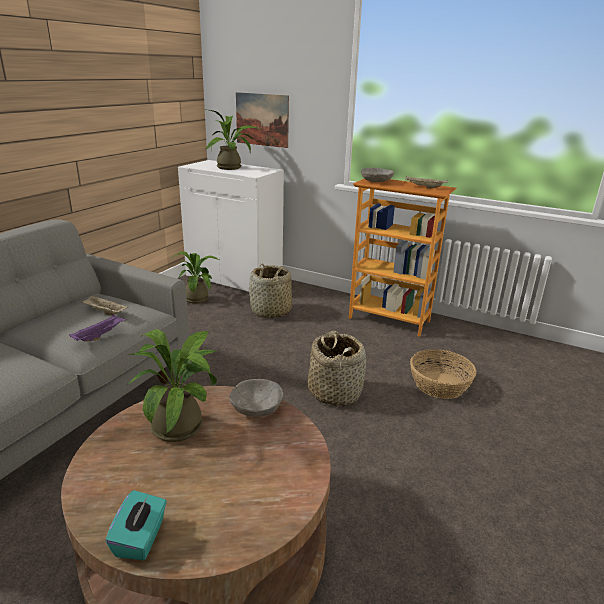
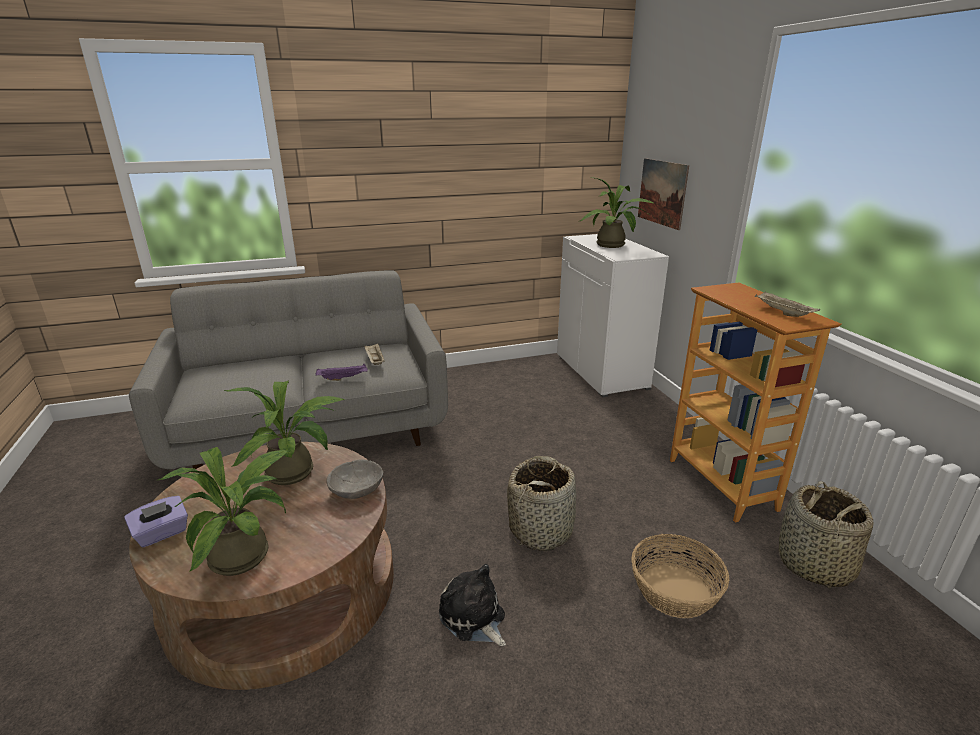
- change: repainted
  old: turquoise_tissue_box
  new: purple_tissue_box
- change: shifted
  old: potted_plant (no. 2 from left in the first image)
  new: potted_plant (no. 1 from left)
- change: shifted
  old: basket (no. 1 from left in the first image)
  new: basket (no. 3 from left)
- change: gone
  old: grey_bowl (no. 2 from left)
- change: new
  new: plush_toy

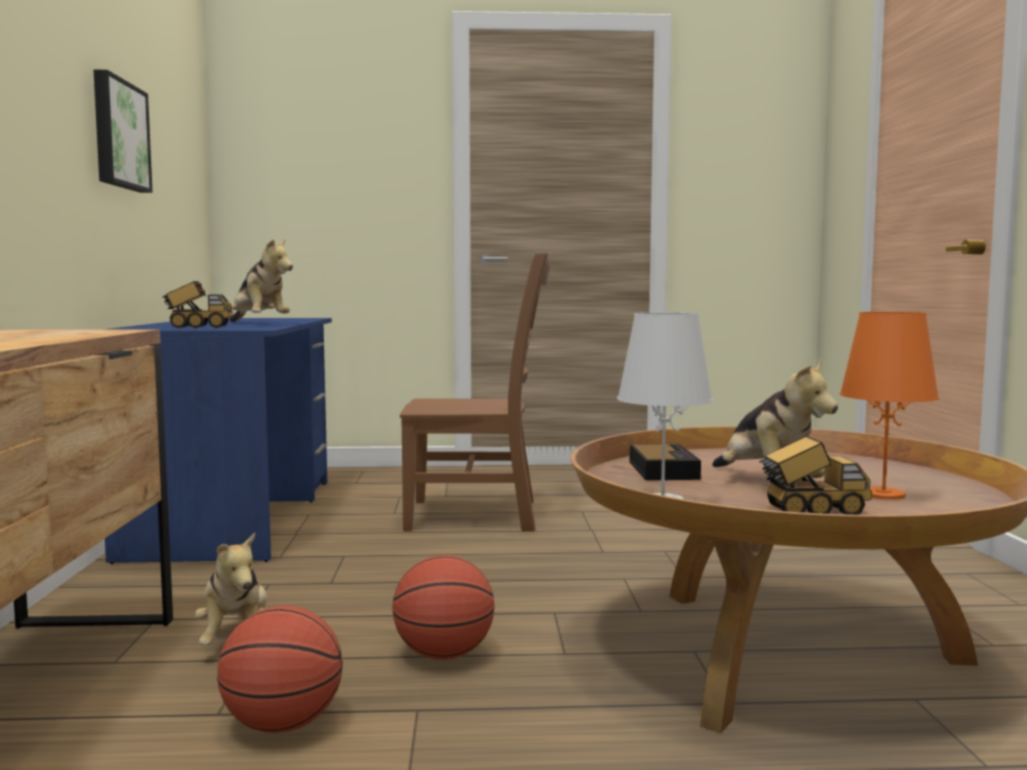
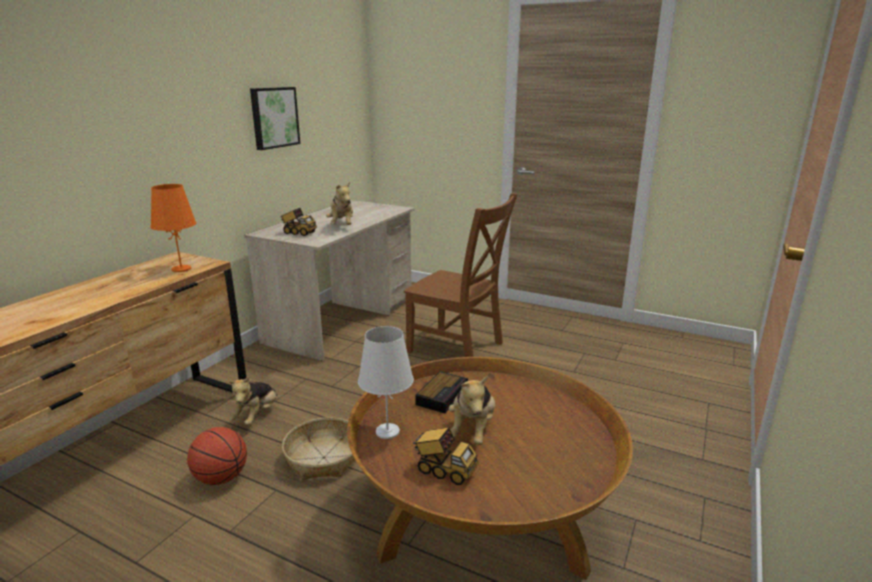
- change: repainted
  old: blue_desk
  new: beige_desk
- change: swapped
  old: basketball (no. 2 from left)
  new: basket
- change: shifted
  old: orange_table_lamp

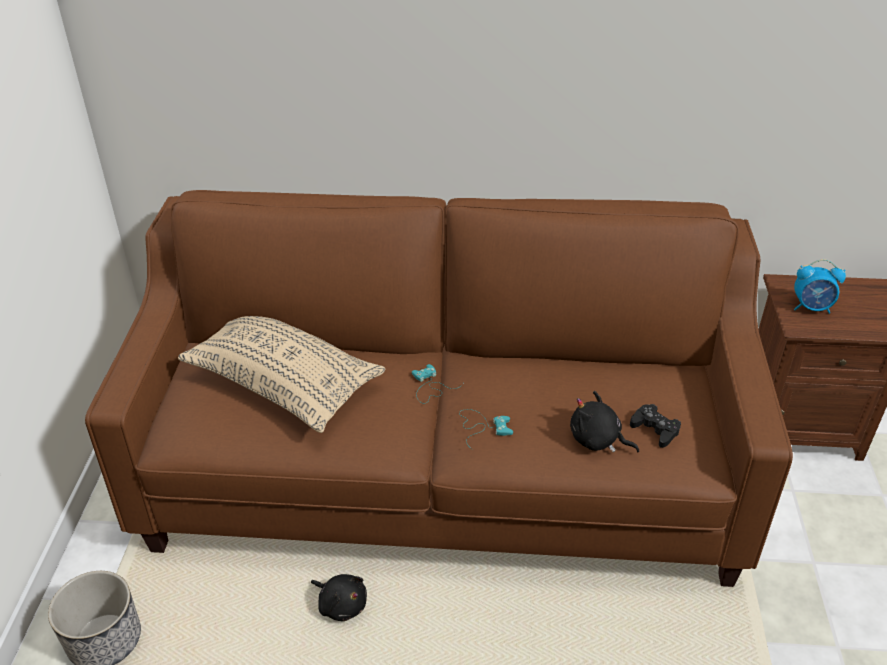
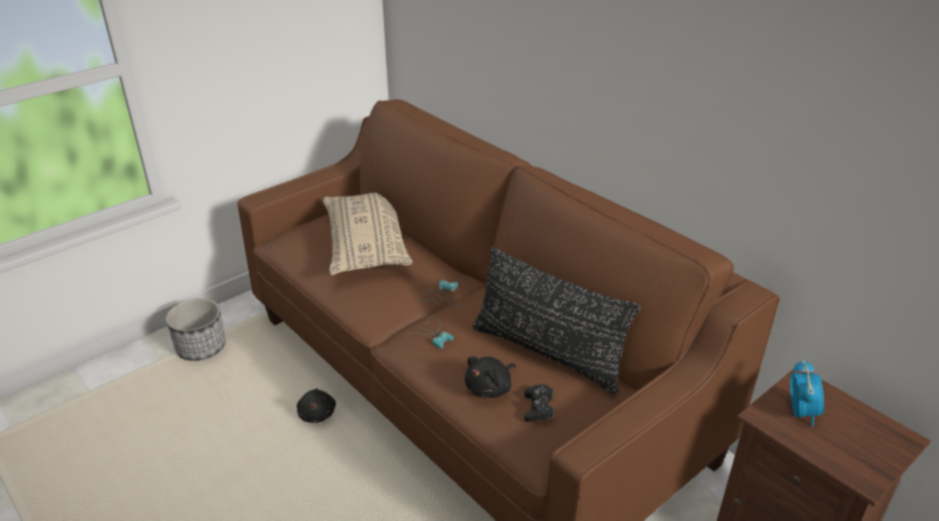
- change: rotated
  old: black_plush_toy (no. 2 from left)
  degrees: -120
- change: rotated
  old: alarm_clock
  degrees: -135
- change: new
  new: black_pillow

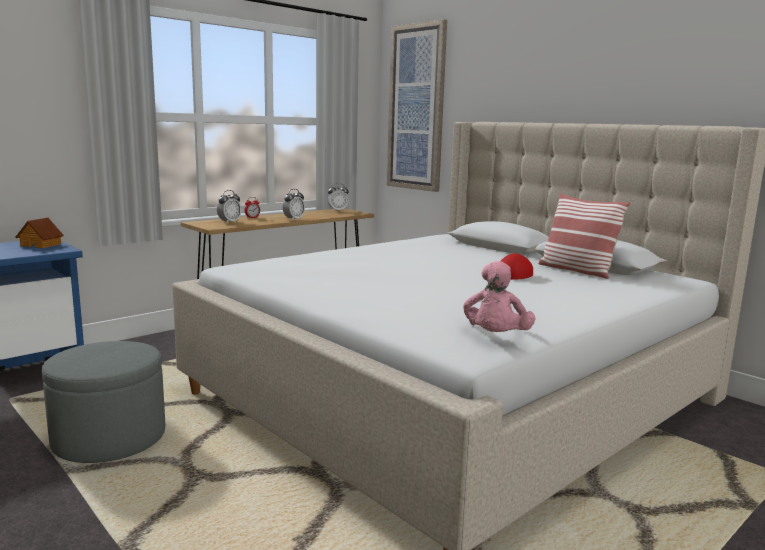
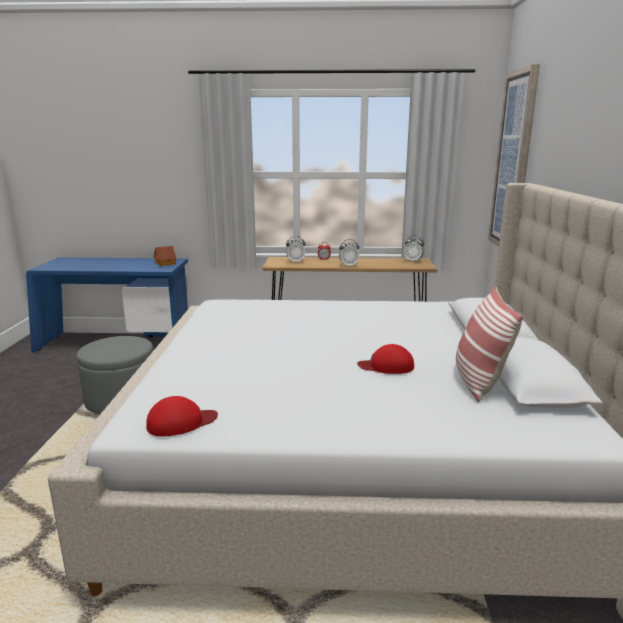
- change: swapped
  old: pink_plush_toy
  new: red_cap (no. 1 from left)

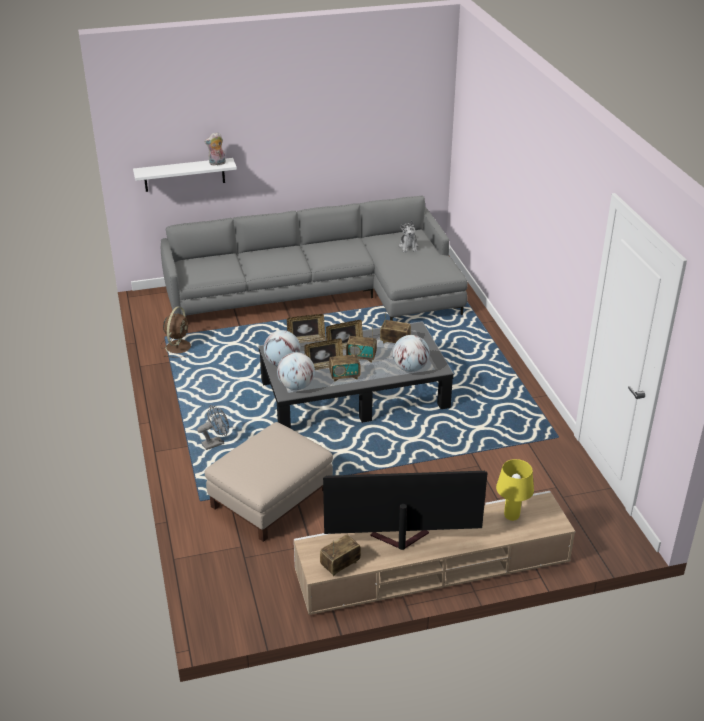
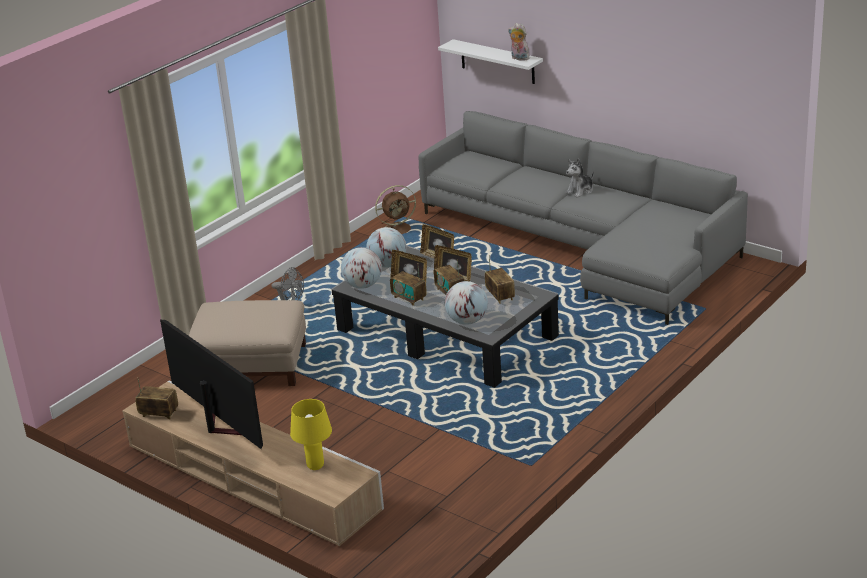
- change: shifted
  old: plush_toy (no. 2 from left)

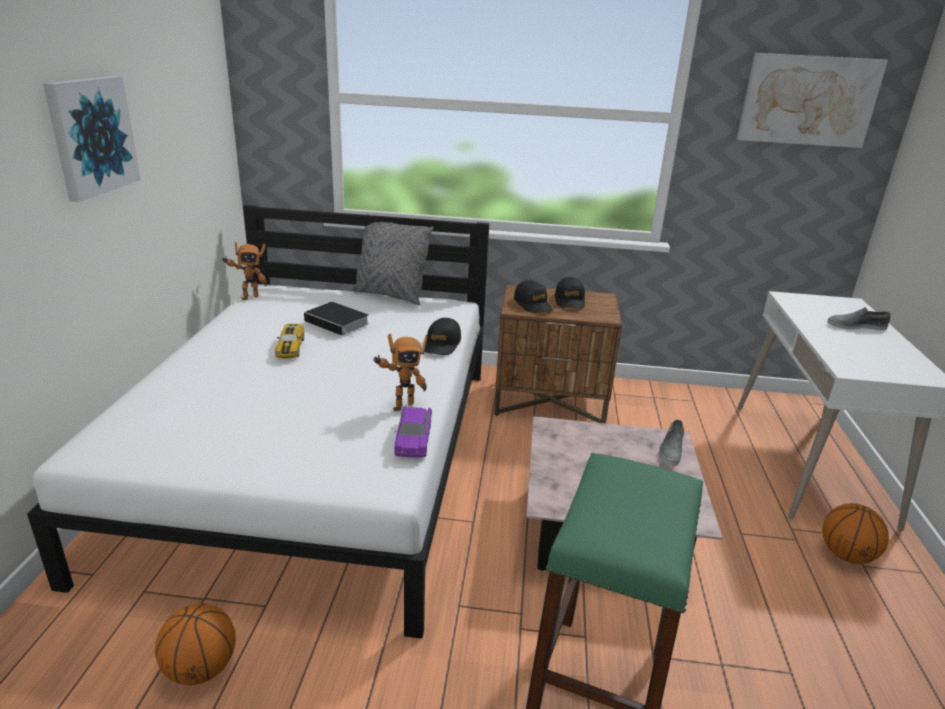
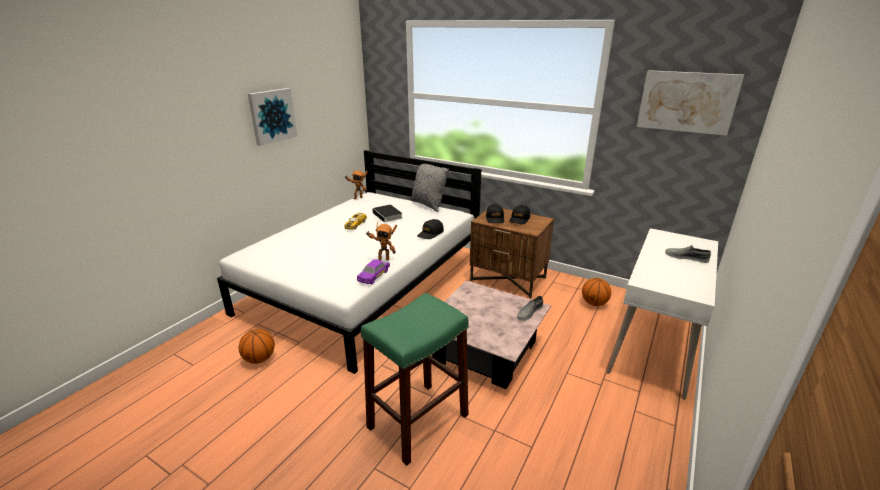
- change: shifted
  old: basketball (no. 2 from left)

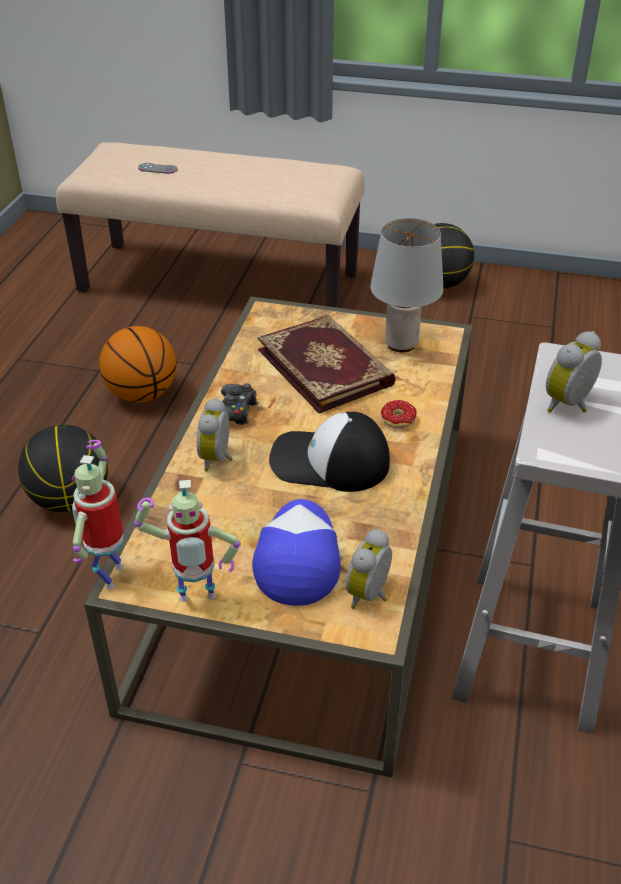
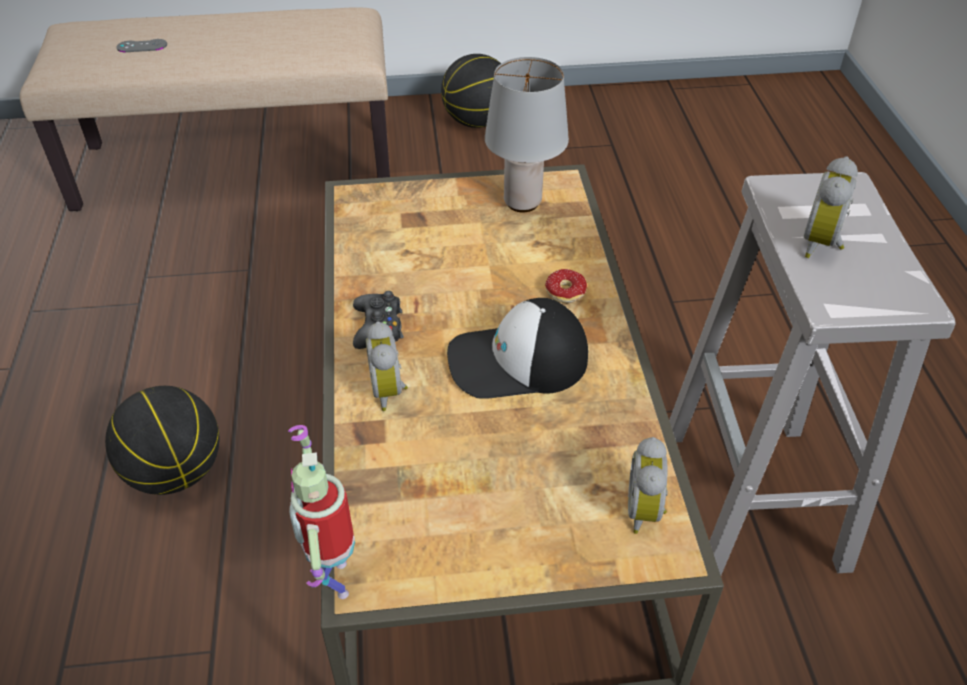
- change: gone
  old: basketball (no. 2 from left)
- change: gone
  old: toy_robot (no. 2 from left)
- change: gone
  old: cap (no. 1 from left)
- change: gone
  old: book

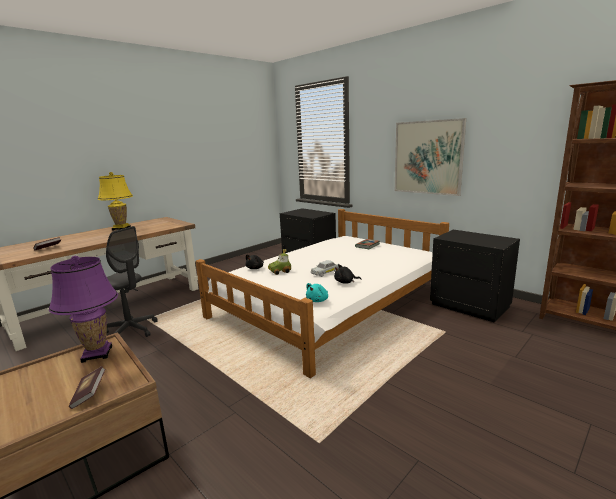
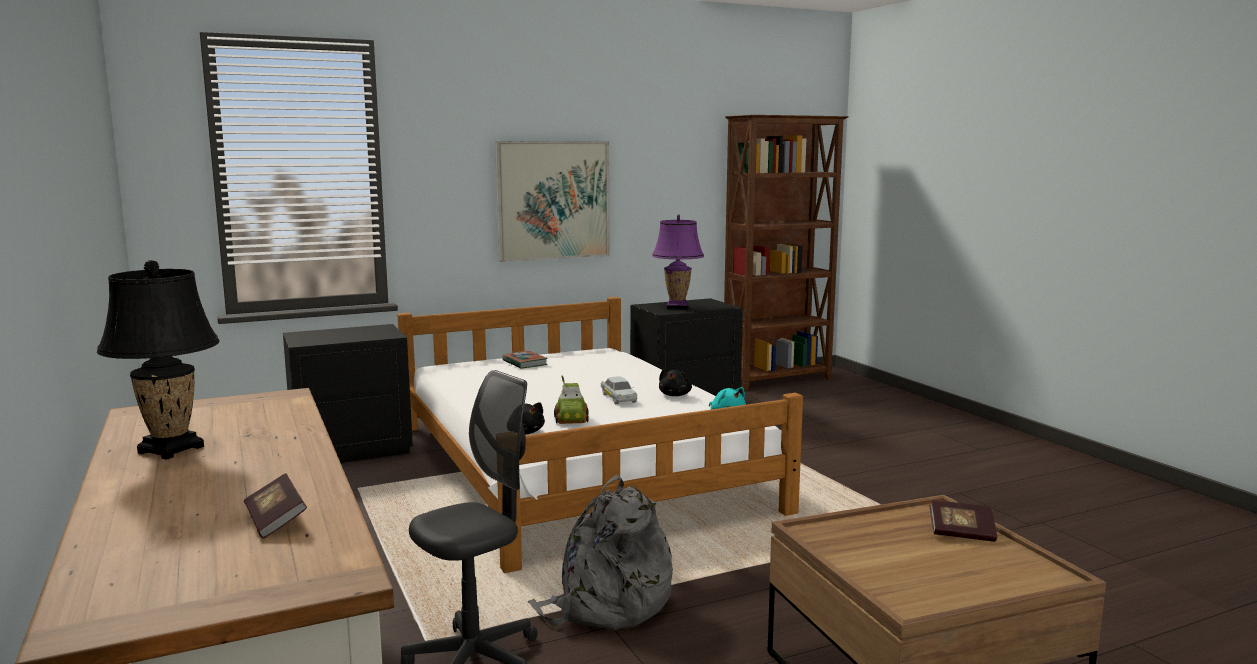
- change: shifted
  old: purple_table_lamp
- change: repainted
  old: yellow_table_lamp
  new: black_table_lamp
- change: new
  new: grey_backpack

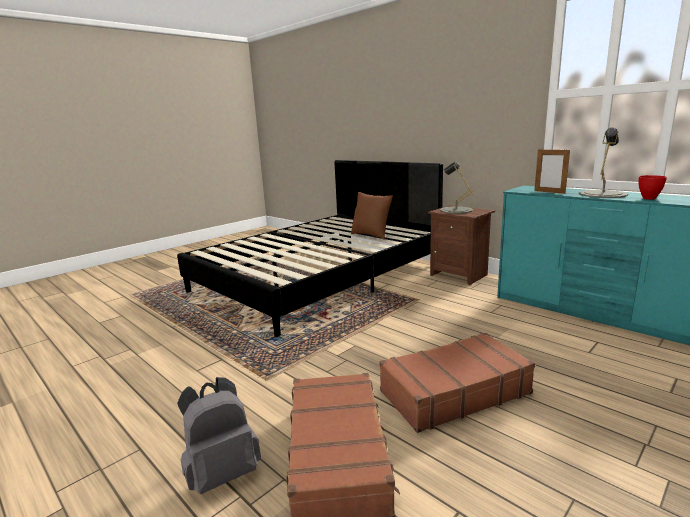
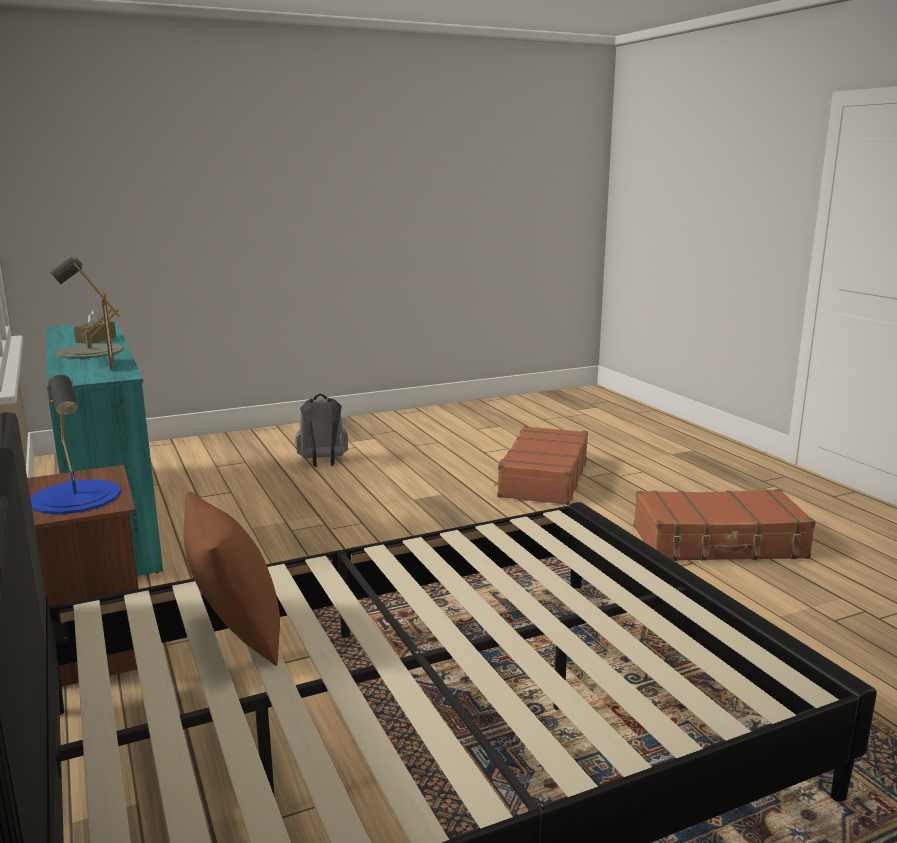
- change: shifted
  old: grey_backpack
- change: shifted
  old: brown_suitcase (no. 2 from left)
- change: repainted
  old: grey_table_lamp (no. 1 from left)
  new: blue_table_lamp
- change: swapped
  old: red_bowl
  new: brown_tissue_box

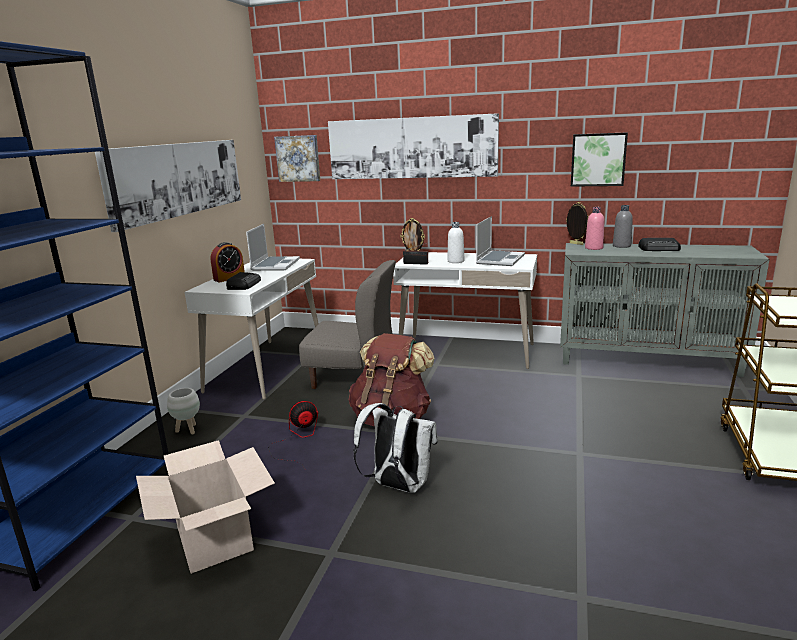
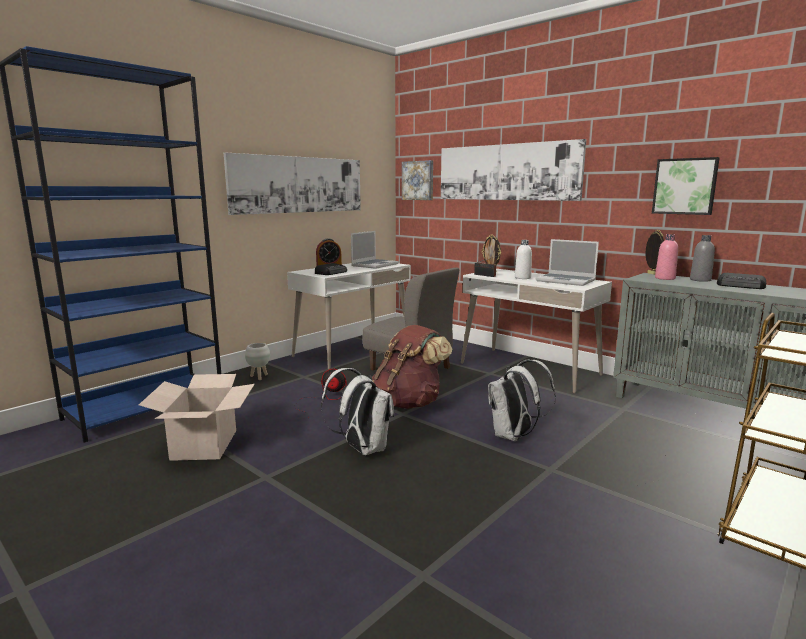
- change: rotated
  old: laptop (no. 2 from left)
  degrees: 75
- change: new
  new: white_backpack (no. 2 from left)

